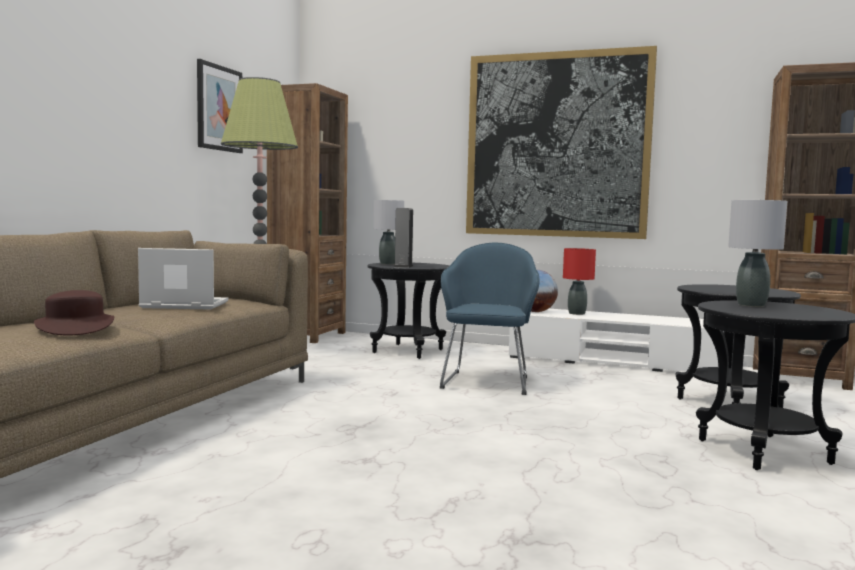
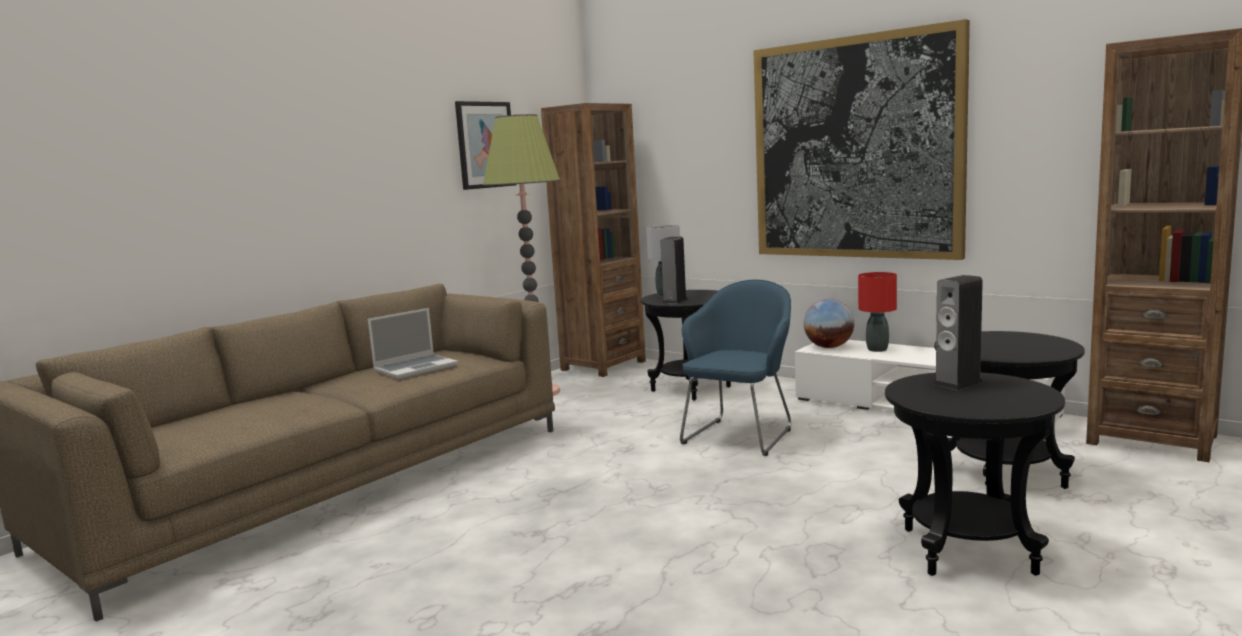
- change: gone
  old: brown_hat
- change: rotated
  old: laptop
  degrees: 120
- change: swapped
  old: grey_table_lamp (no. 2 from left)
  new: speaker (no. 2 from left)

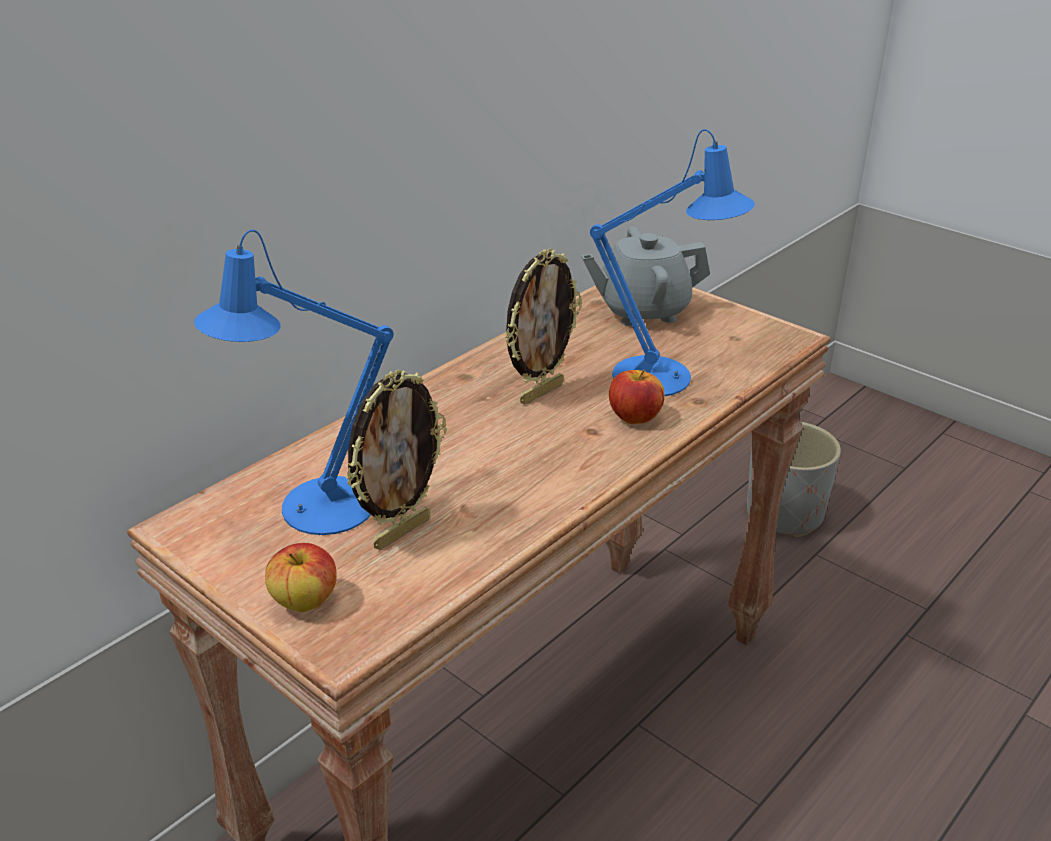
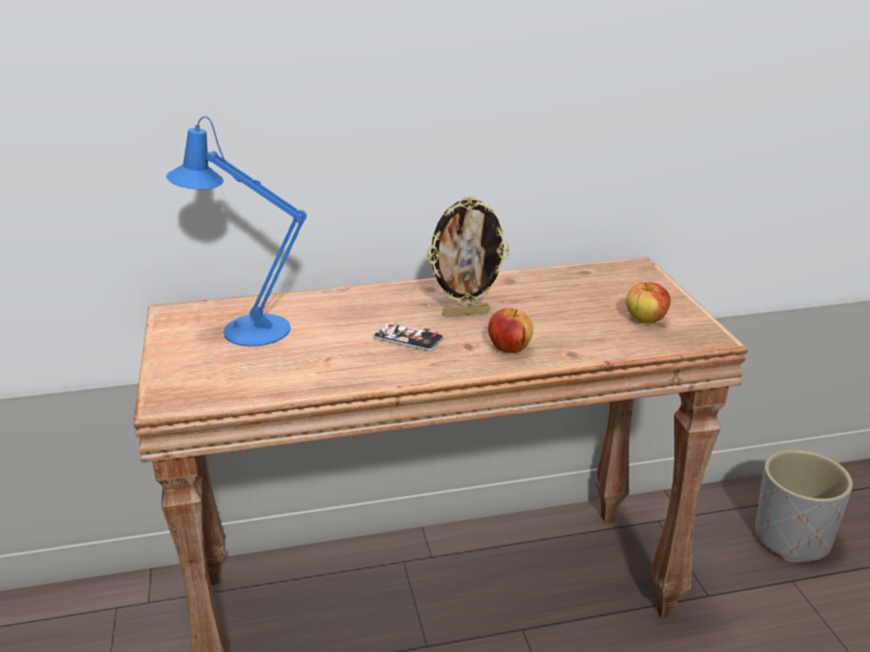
- change: shifted
  old: apple (no. 1 from left in the first image)
  new: apple (no. 2 from left)
- change: gone
  old: picture_frame (no. 1 from left)
- change: gone
  old: grey_teapot
- change: gone
  old: blue_table_lamp (no. 2 from left)
- change: new
  new: phone

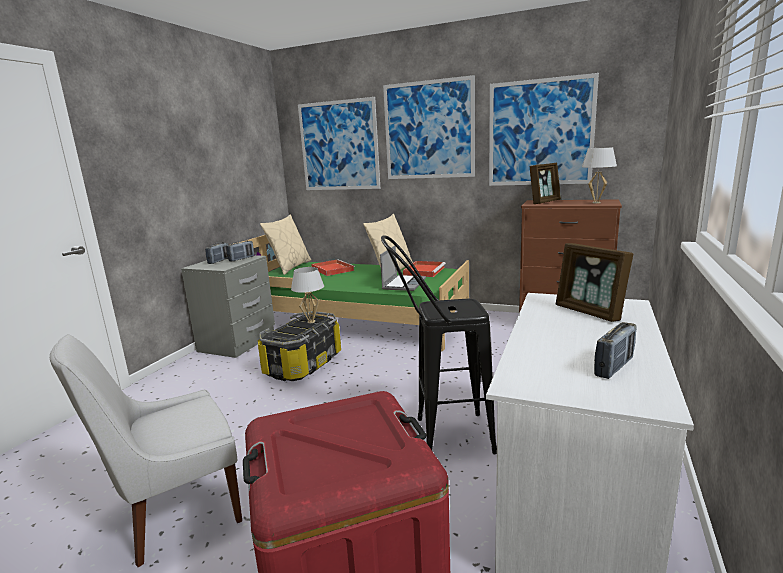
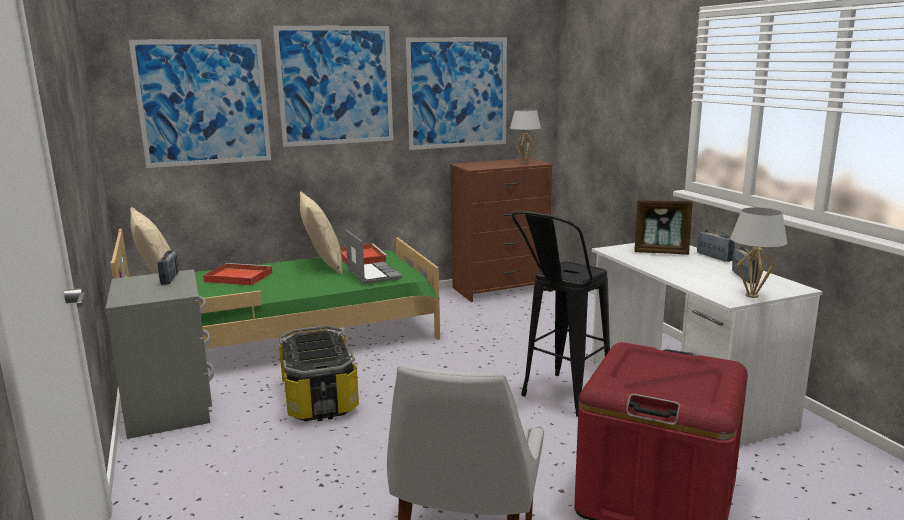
- change: shifted
  old: radio (no. 1 from left in the first image)
  new: radio (no. 2 from left)
- change: shifted
  old: white_table_lamp (no. 1 from left in the first image)
  new: white_table_lamp (no. 2 from left)
- change: gone
  old: picture_frame (no. 1 from left)

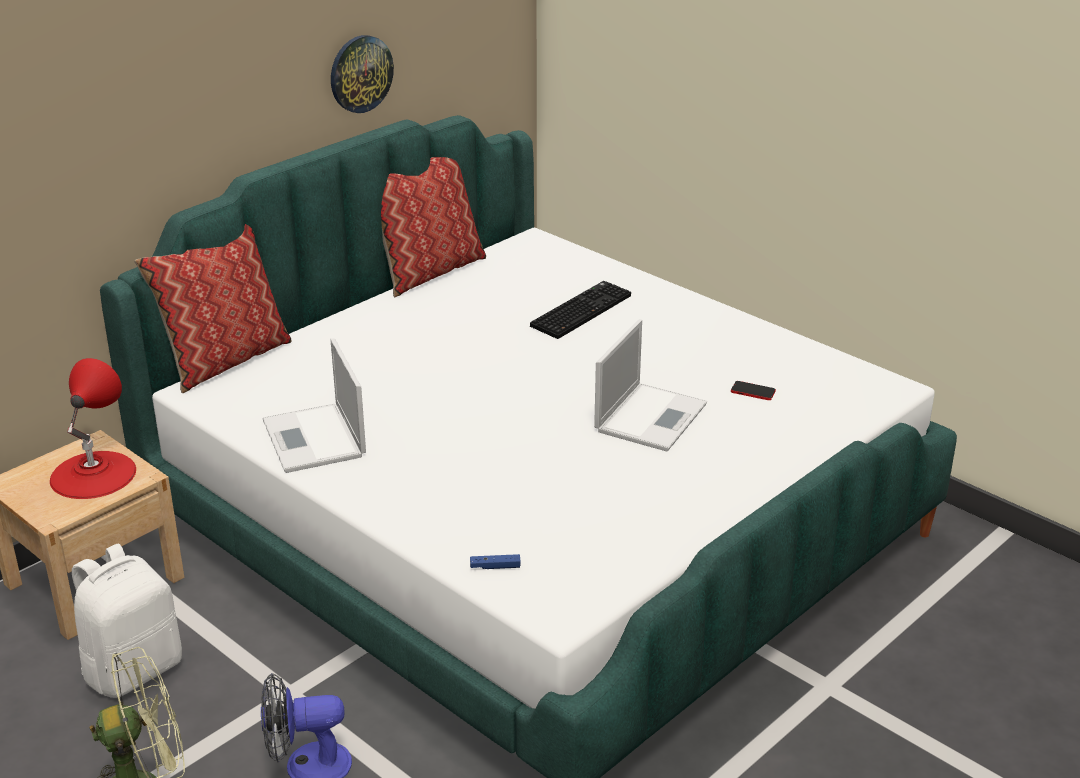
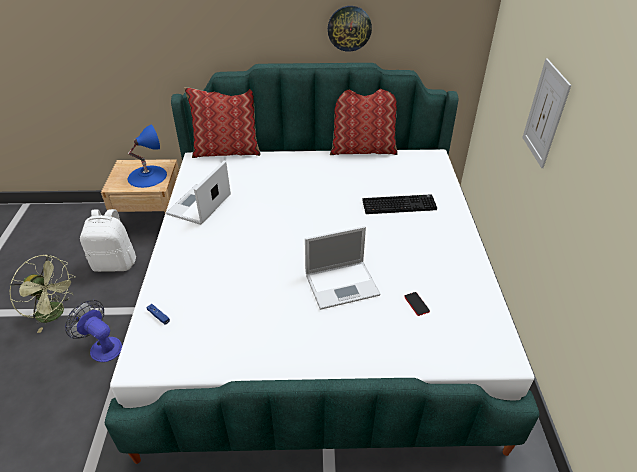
- change: repainted
  old: red_table_lamp
  new: blue_table_lamp
- change: new
  new: picture

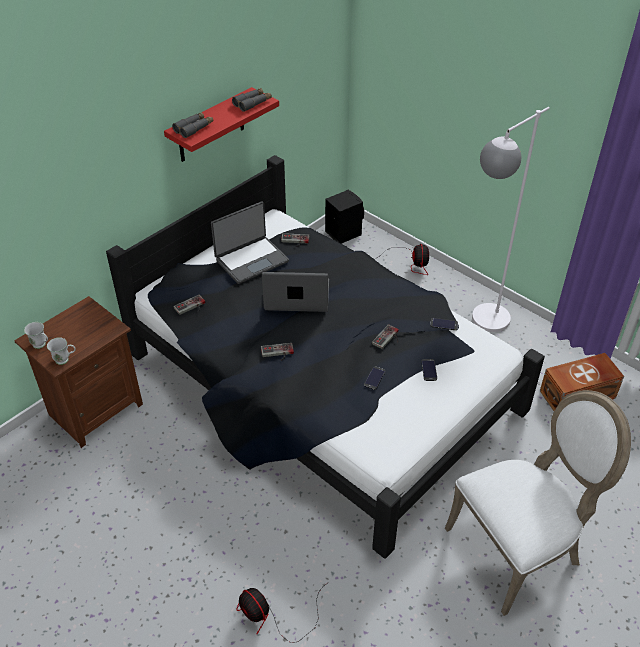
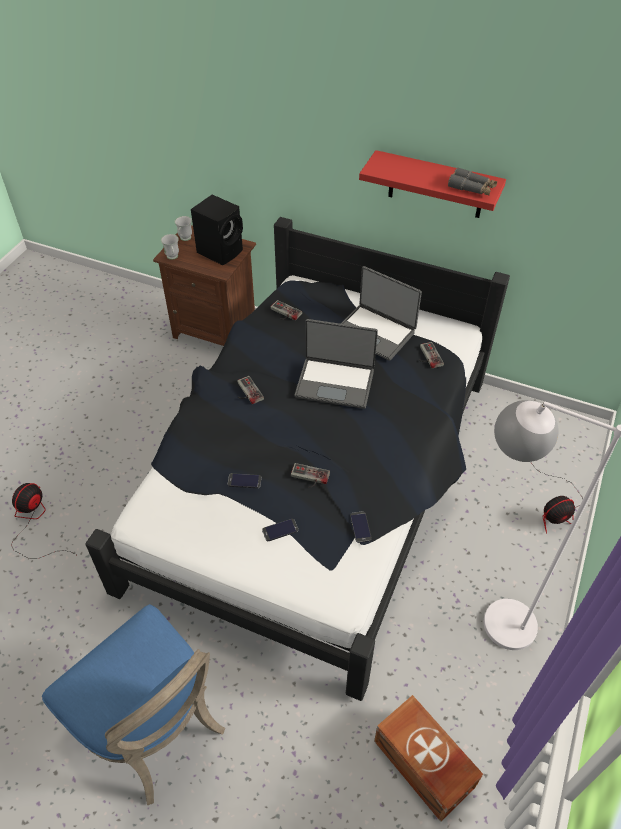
- change: gone
  old: grey_binoculars (no. 1 from left)
- change: rotated
  old: laptop (no. 2 from left in the first image)
  degrees: 120
- change: shifted
  old: black_speaker
- change: repainted
  old: white_chair
  new: blue_chair

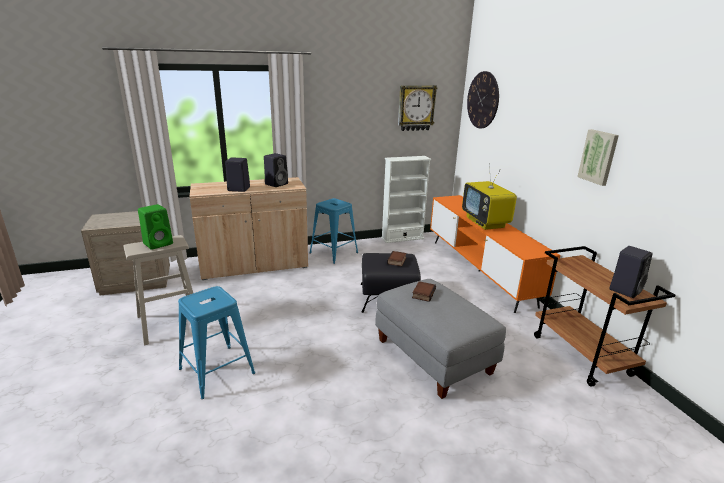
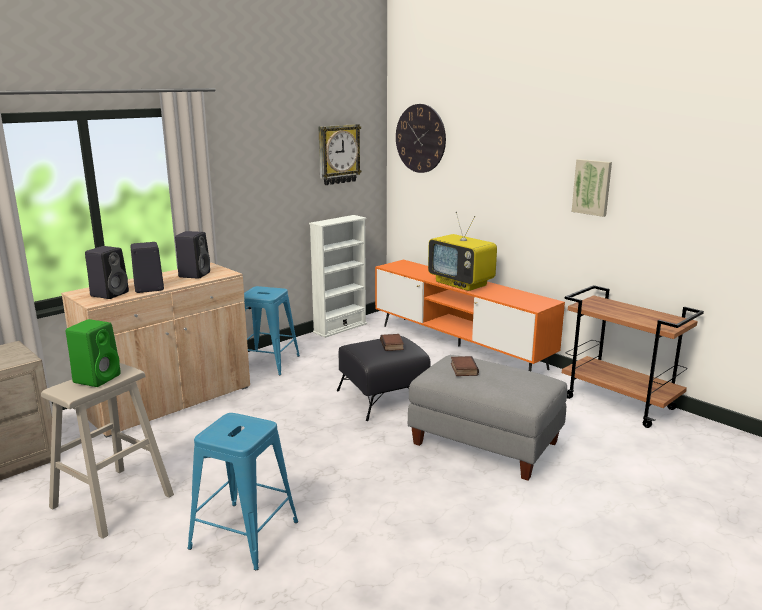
- change: shifted
  old: black_speaker (no. 3 from left in the first image)
  new: black_speaker (no. 1 from left)

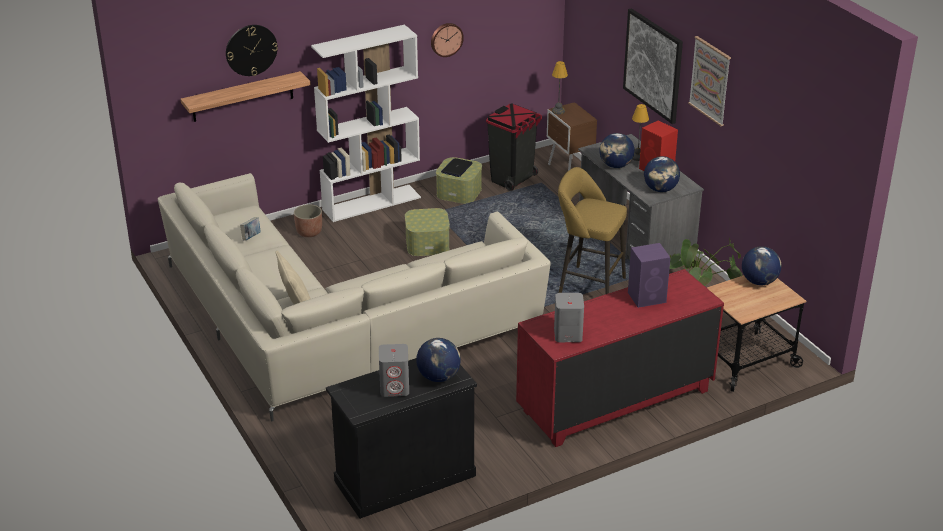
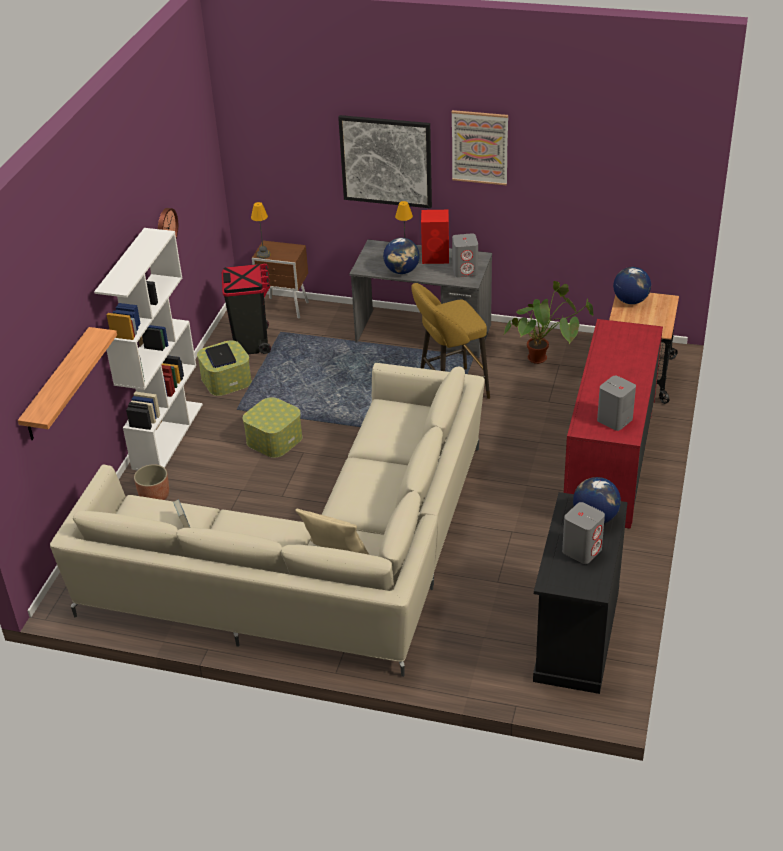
- change: gone
  old: wall_clock (no. 1 from left)
- change: gone
  old: purple_speaker
- change: swapped
  old: globe (no. 3 from left)
  new: grey_speaker (no. 1 from left)

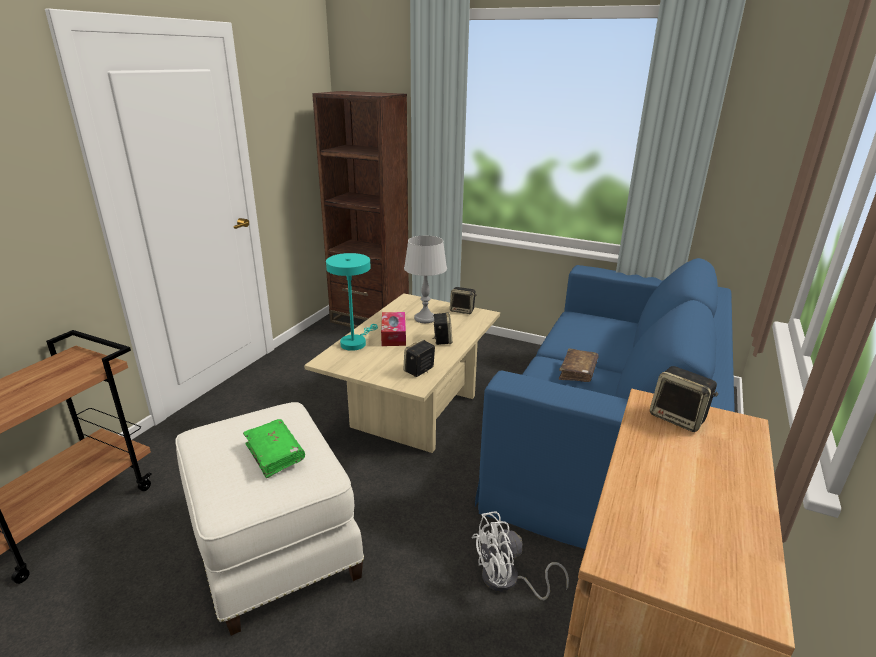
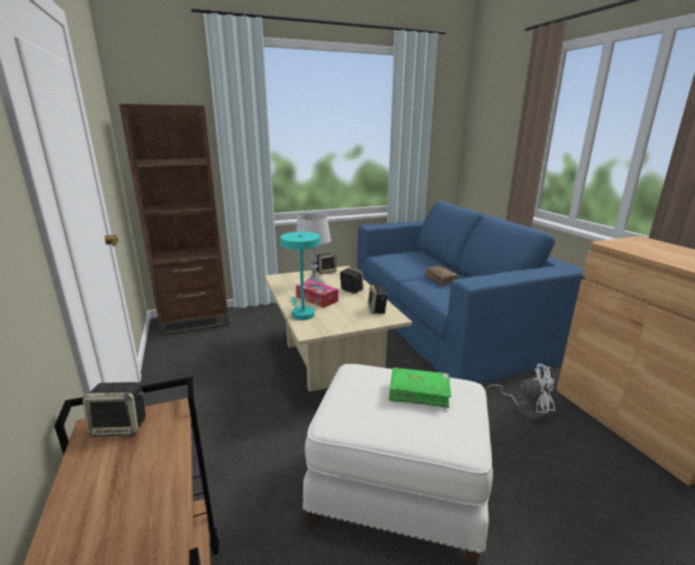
- change: rotated
  old: white_fan
  degrees: -105
- change: shifted
  old: speaker (no. 4 from left in the first image)
  new: speaker (no. 1 from left)

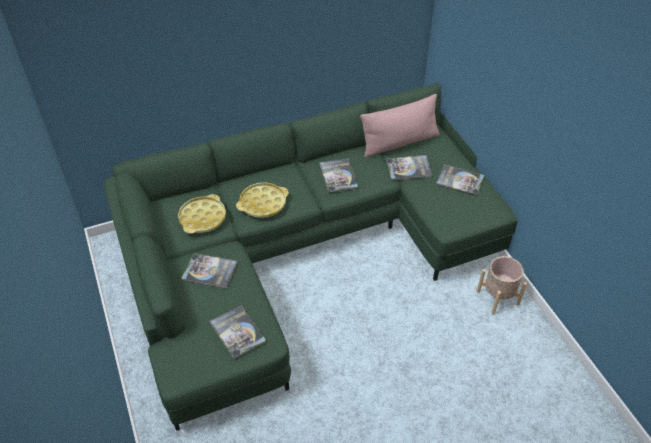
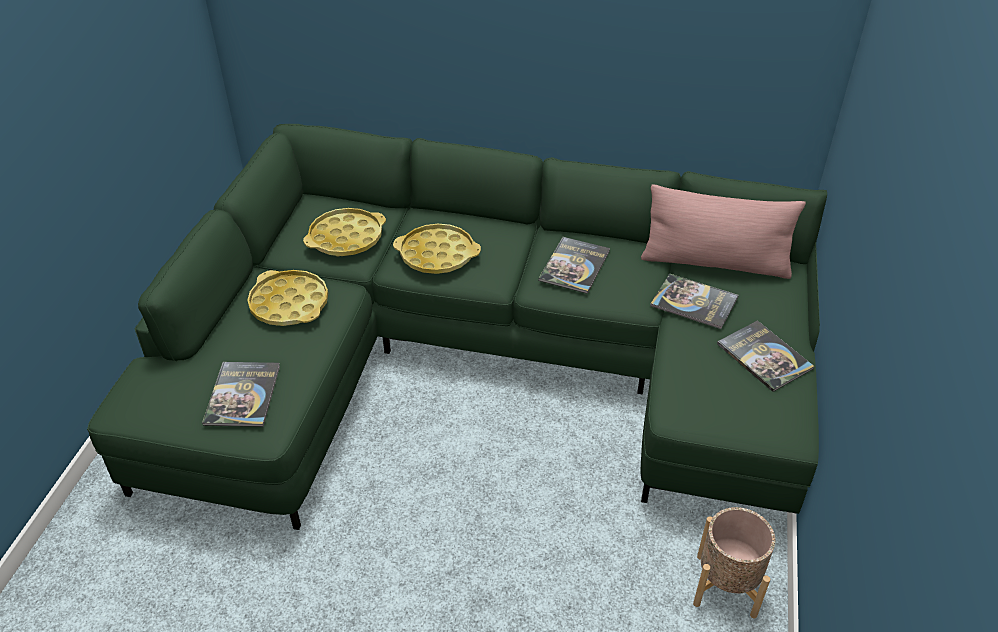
- change: swapped
  old: book (no. 1 from left)
  new: yellow_tray (no. 1 from left)

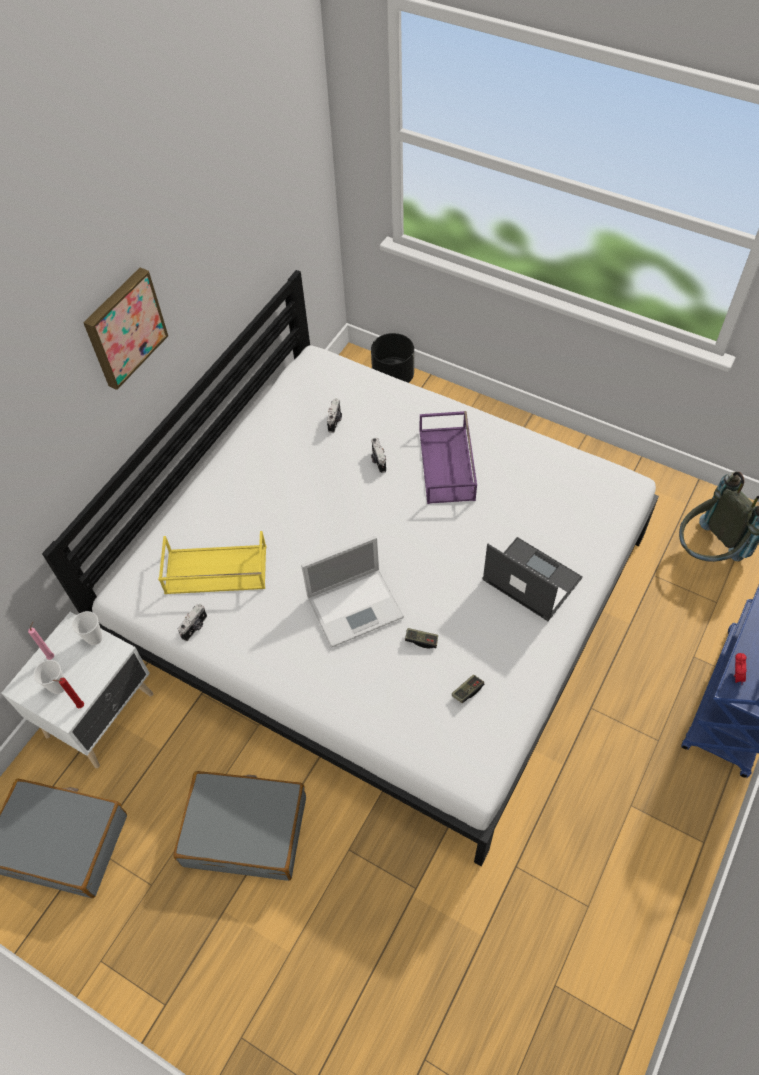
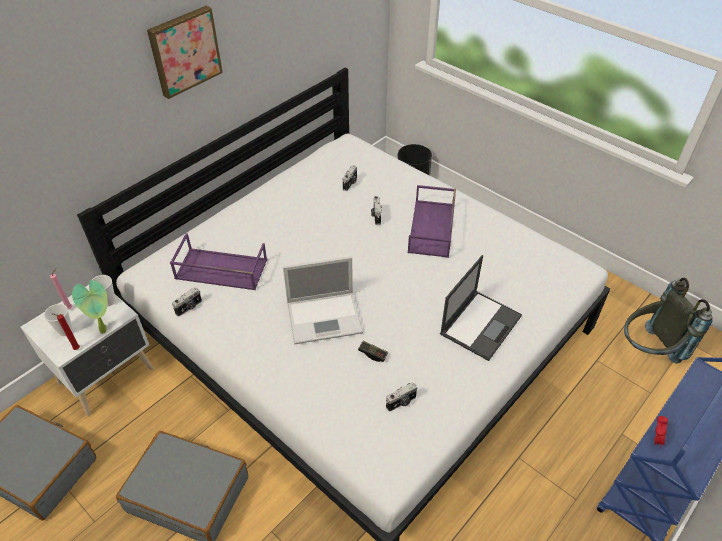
- change: repainted
  old: yellow_tray
  new: purple_tray (no. 1 from left)
- change: swapped
  old: game_controller (no. 2 from left)
  new: photo_camera (no. 4 from left)
- change: rotated
  old: laptop (no. 2 from left)
  degrees: 75
- change: new
  new: potted_plant

